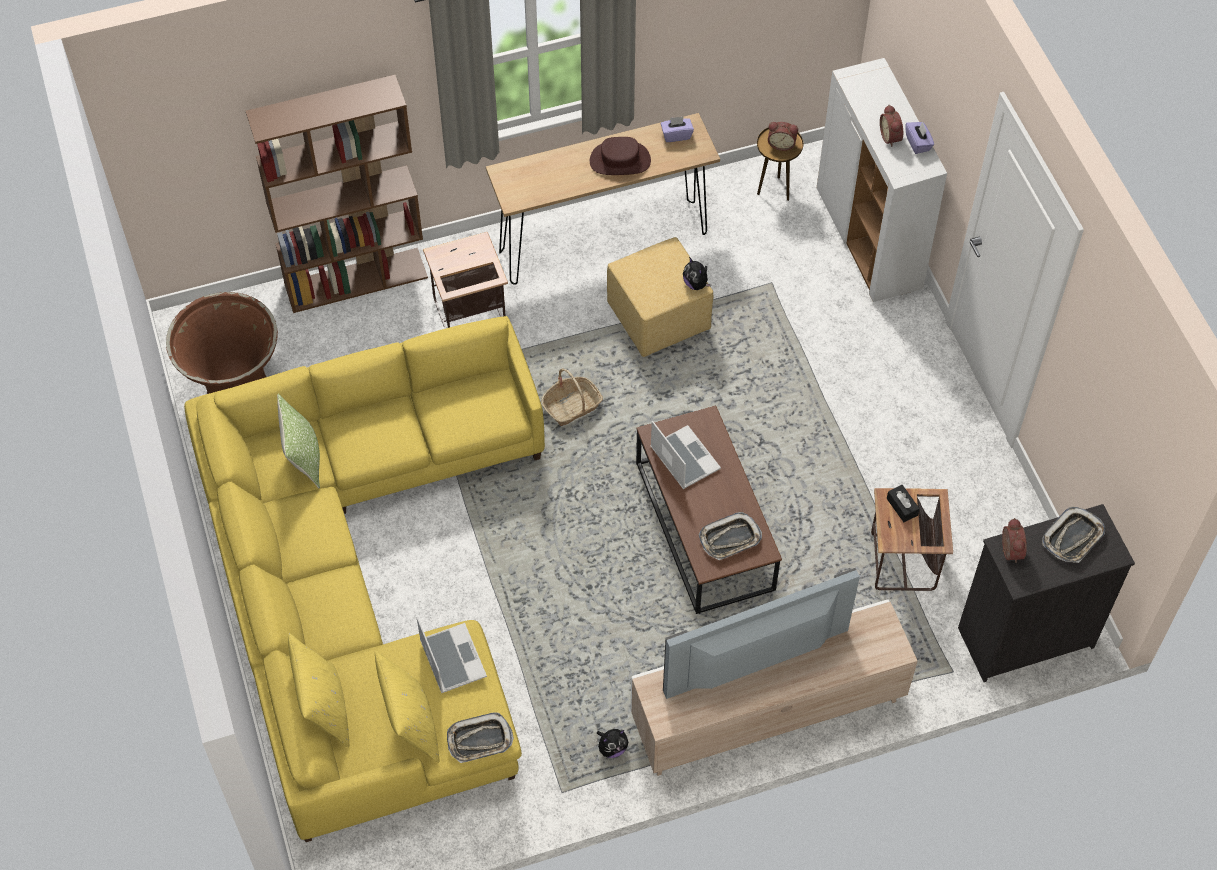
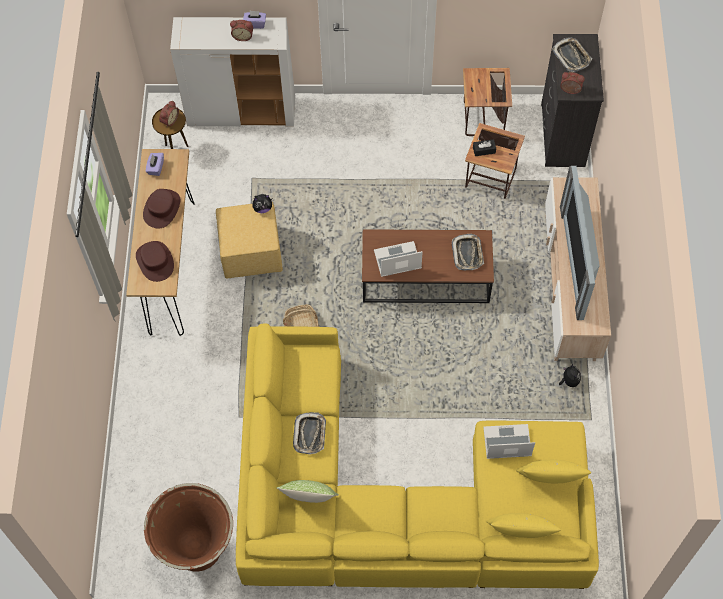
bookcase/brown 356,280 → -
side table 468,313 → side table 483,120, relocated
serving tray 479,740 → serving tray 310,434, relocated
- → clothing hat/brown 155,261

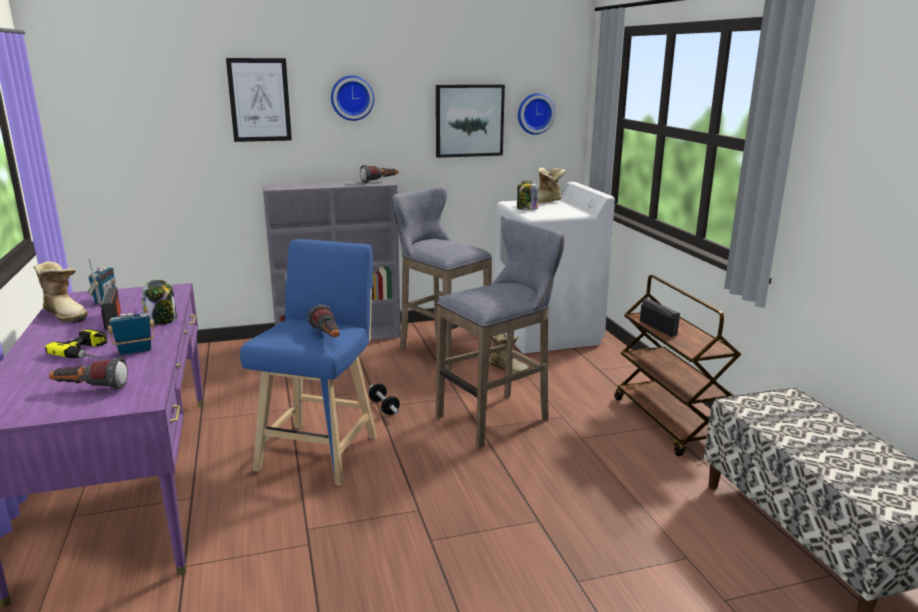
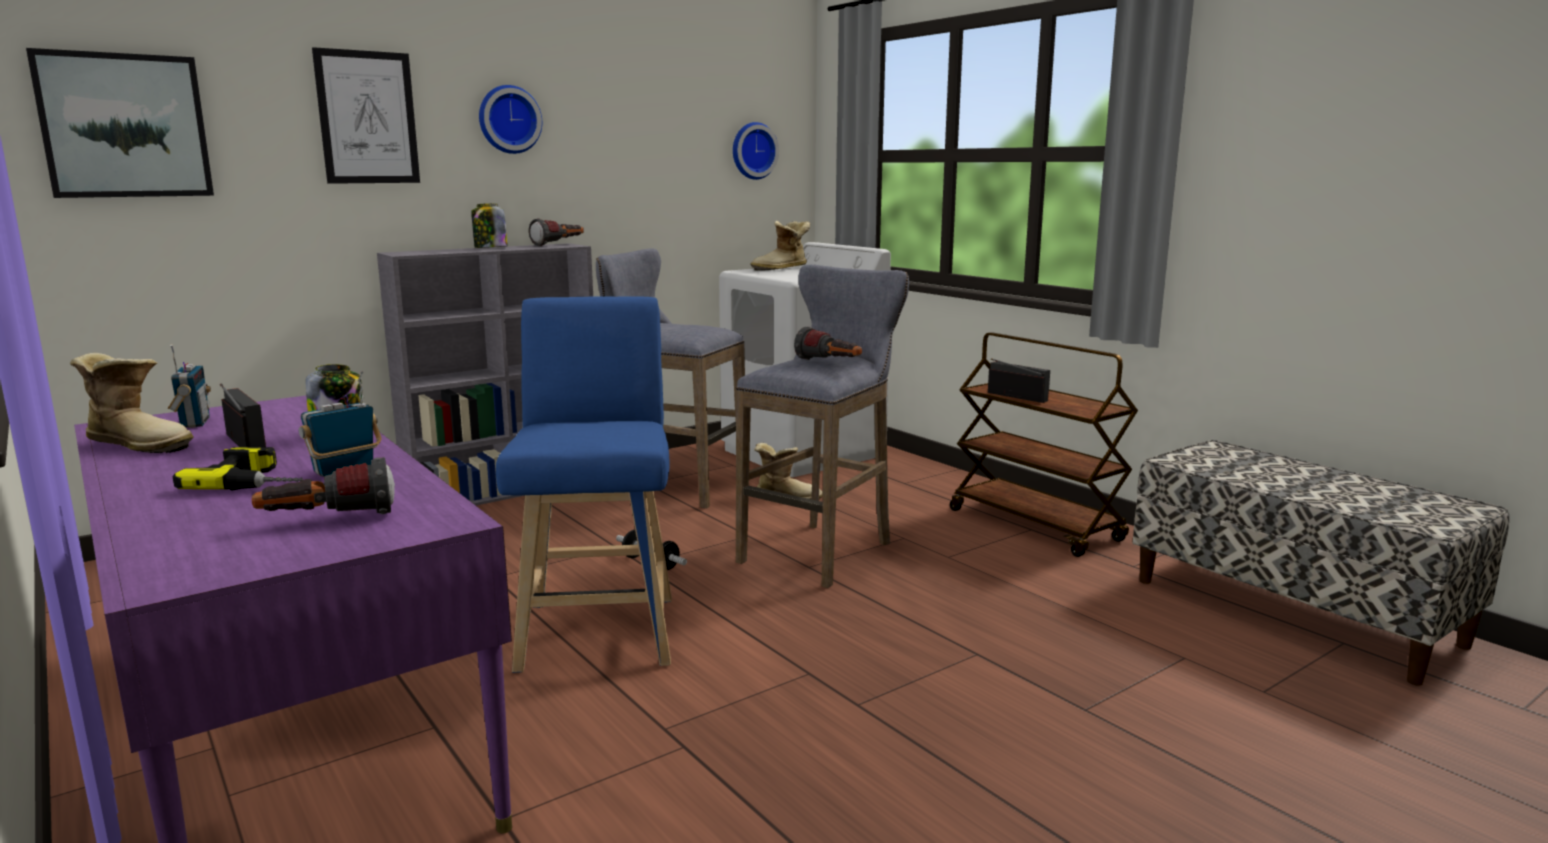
wall picture 469,120 → wall picture 124,126, relocated
jar 526,209 → jar 490,248, relocated
flashlight 328,337 → flashlight 830,363, relocated

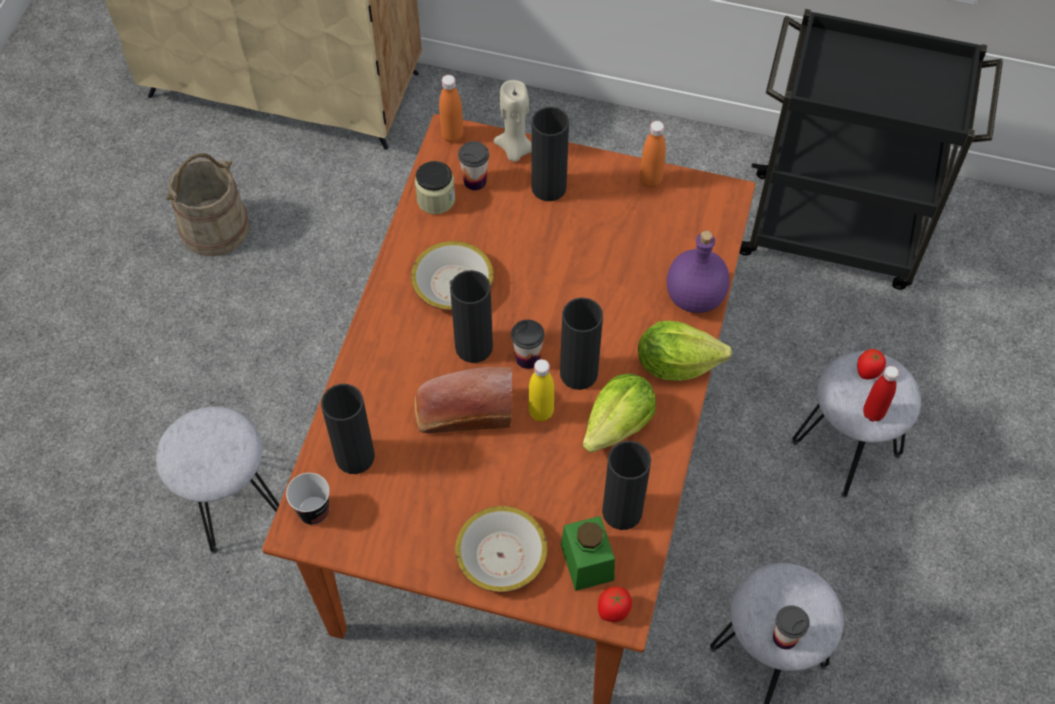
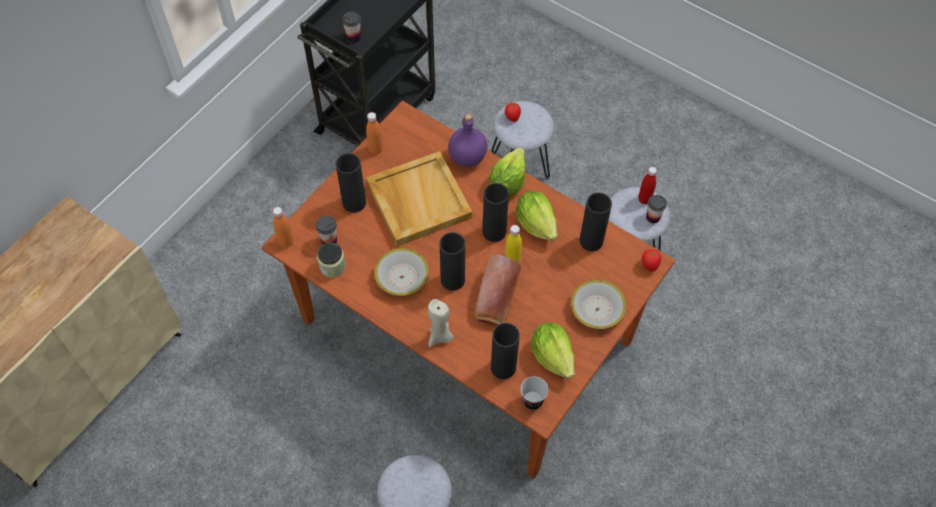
candle/sand-coloured 514,150 → candle/sand-coloured 440,337, relocated
water bucket/sand-coloured 214,227 → -
drinking cup 527,358 → drinking cup 353,37, relocated
bottle/red-coloured 873,413 → bottle/red-coloured 644,199, relocated
jar/greenish 587,562 → -
- → serving tray/sand-coloured 418,200
- → head of lettuce 552,356

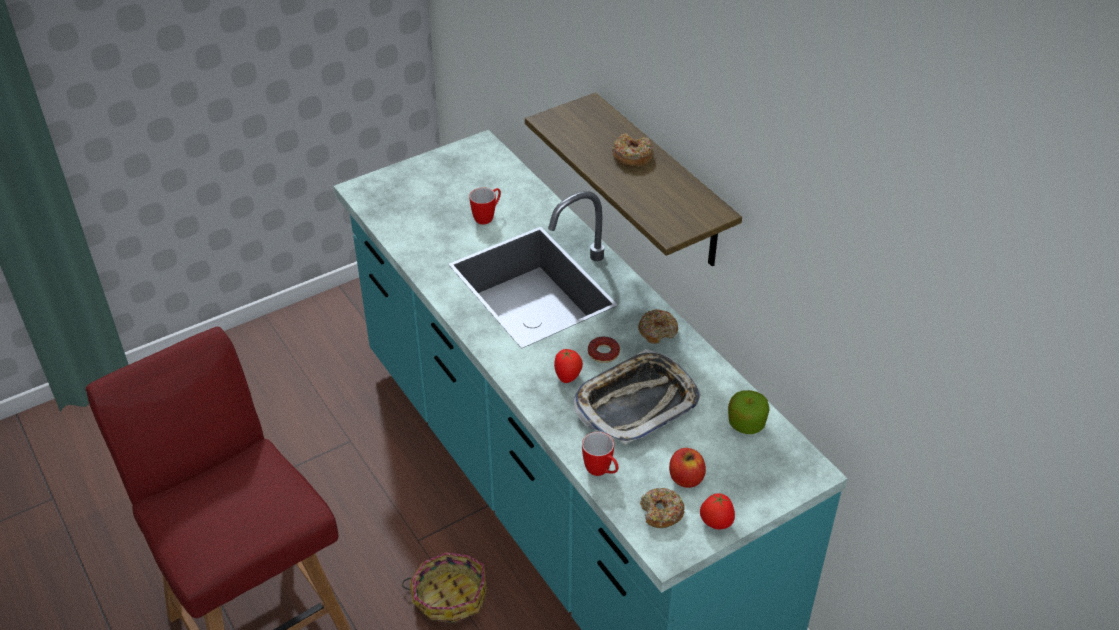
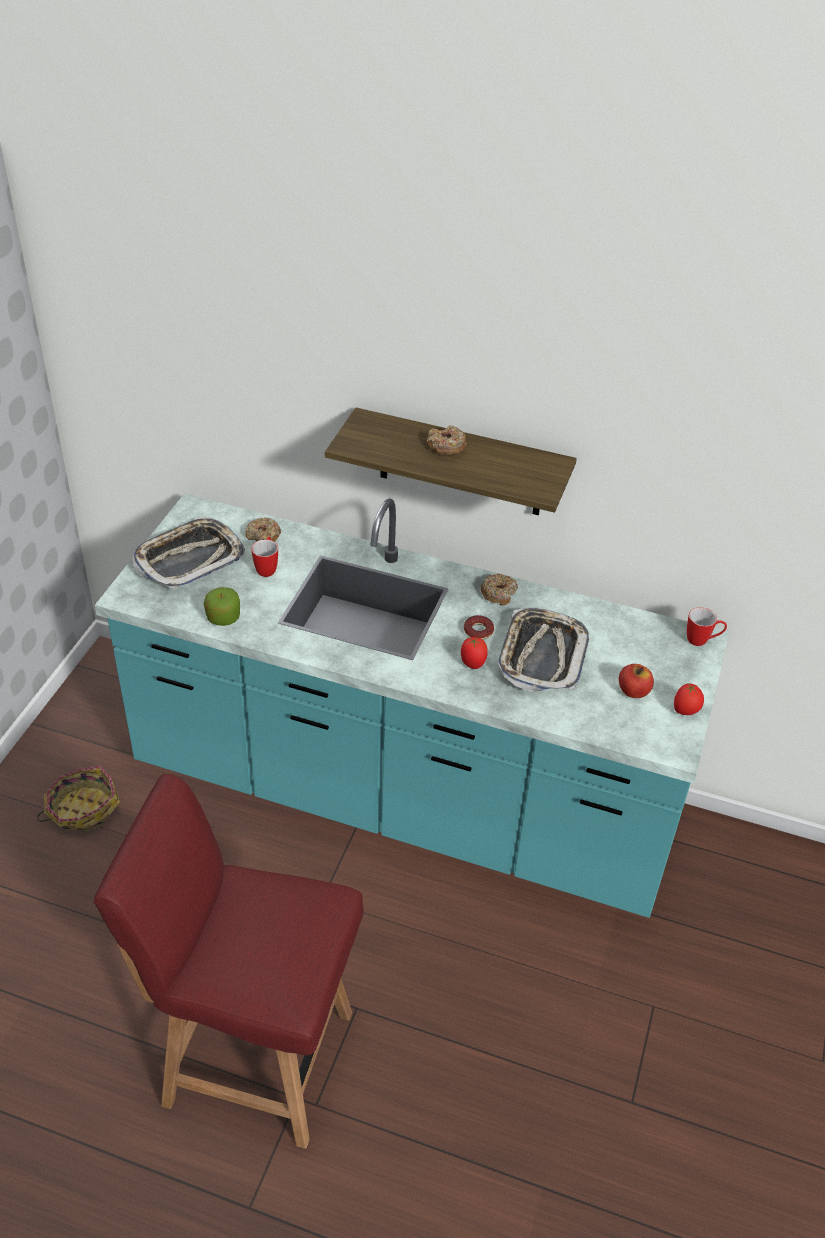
apple 746,423 → apple 223,618, relocated
mug 601,472 → mug 702,641, relocated
donut 661,513 → donut 263,536, relocated
basket 449,596 → basket 82,808, relocated
- → serving tray 189,559

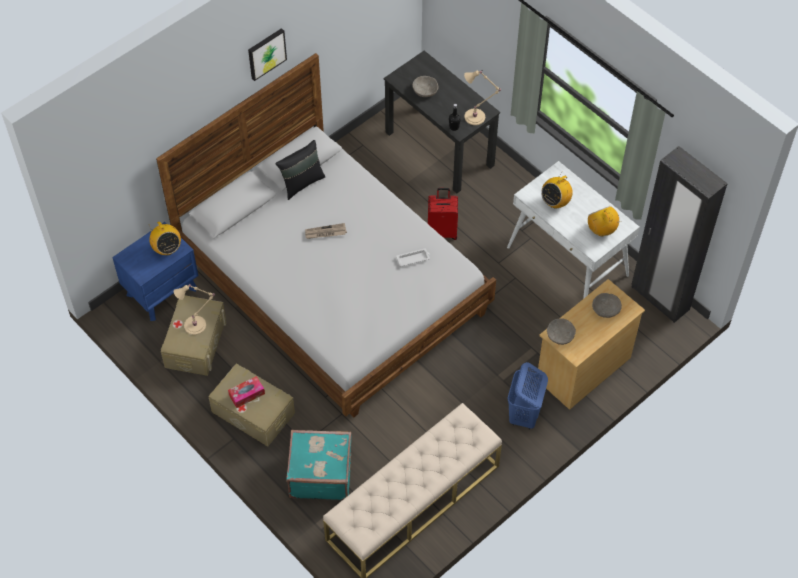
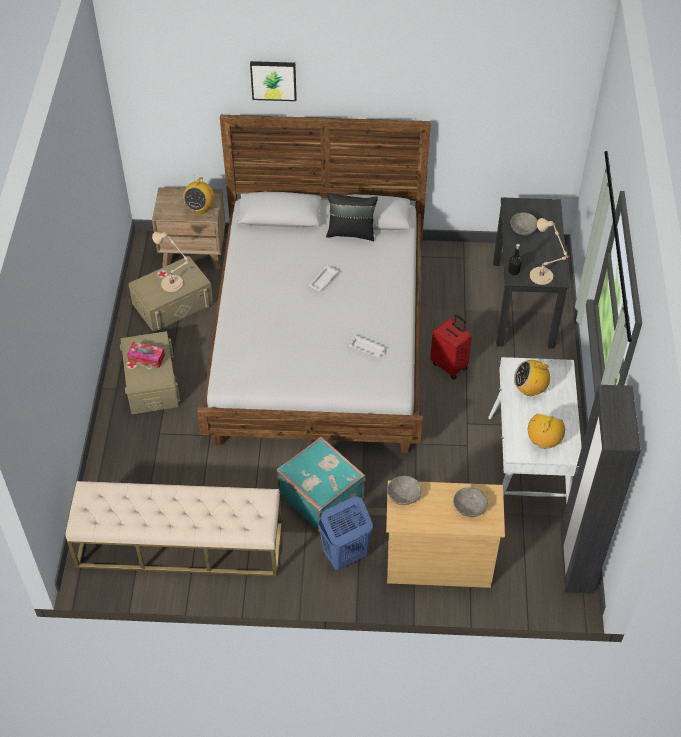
wall picture 266,53 → wall picture 273,80, relocated
nightstand/blue-coloured 162,291 → nightstand/brown 194,252
daily paper 325,232 → serving tray/white 323,280
suitcase/turquoise 320,474 → suitcase/turquoise 322,496, relocated

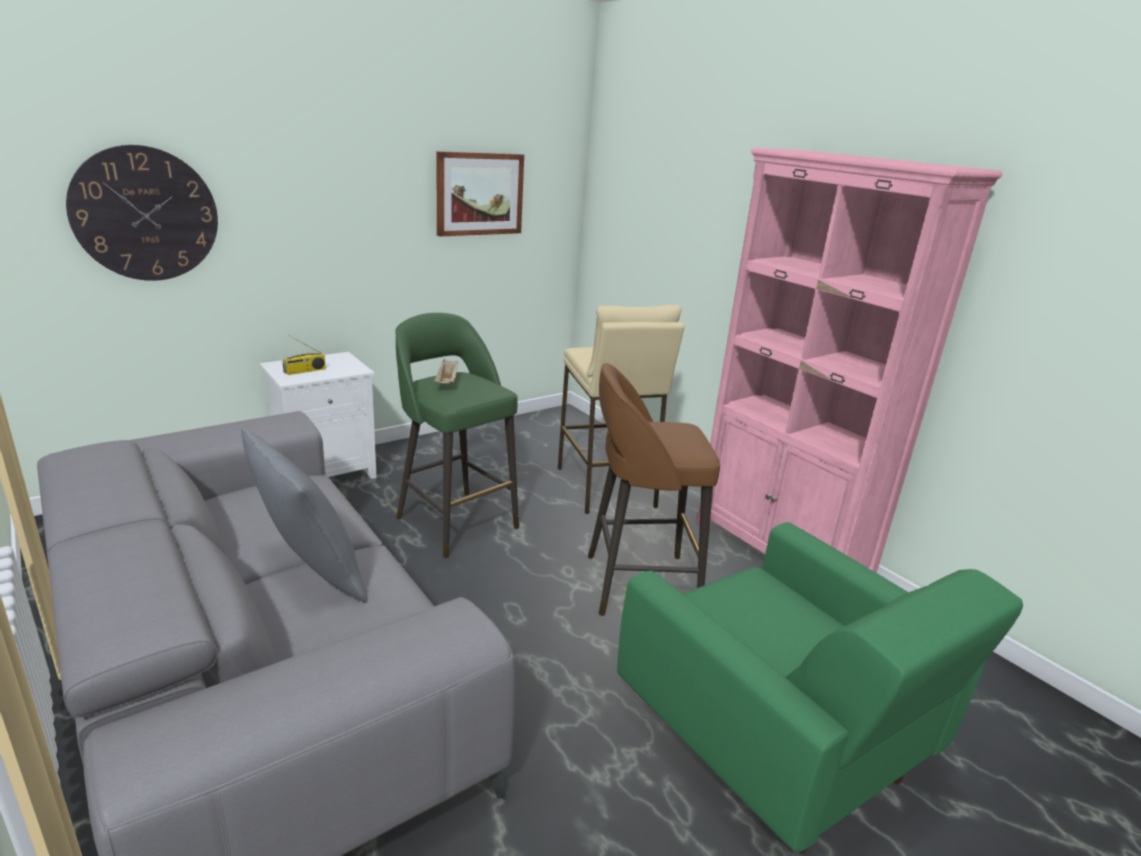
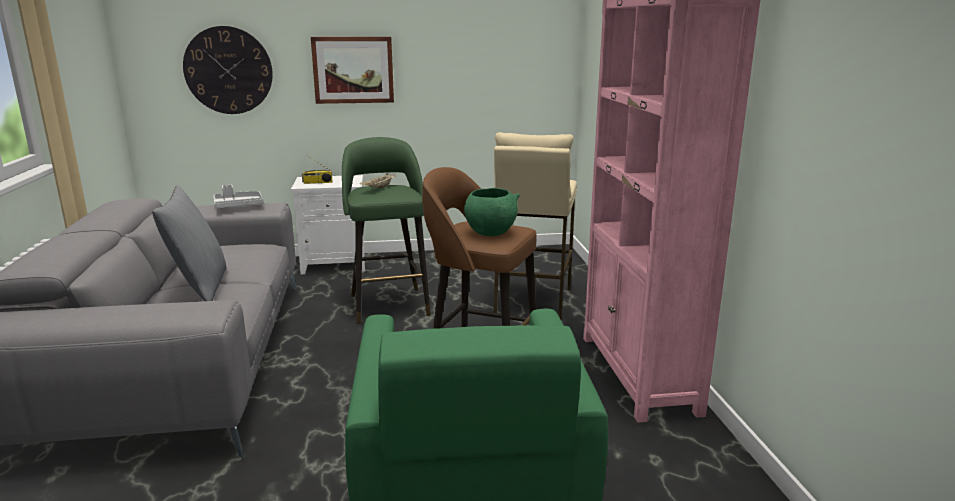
wall picture 479,194 → wall picture 353,70, relocated
- → serving tray/greyish 238,206
- → deep dish/greenish 490,232

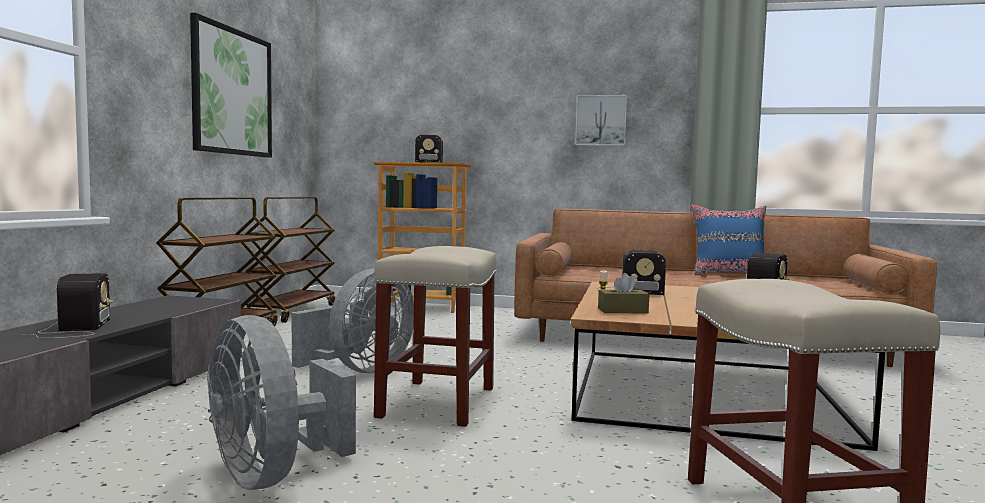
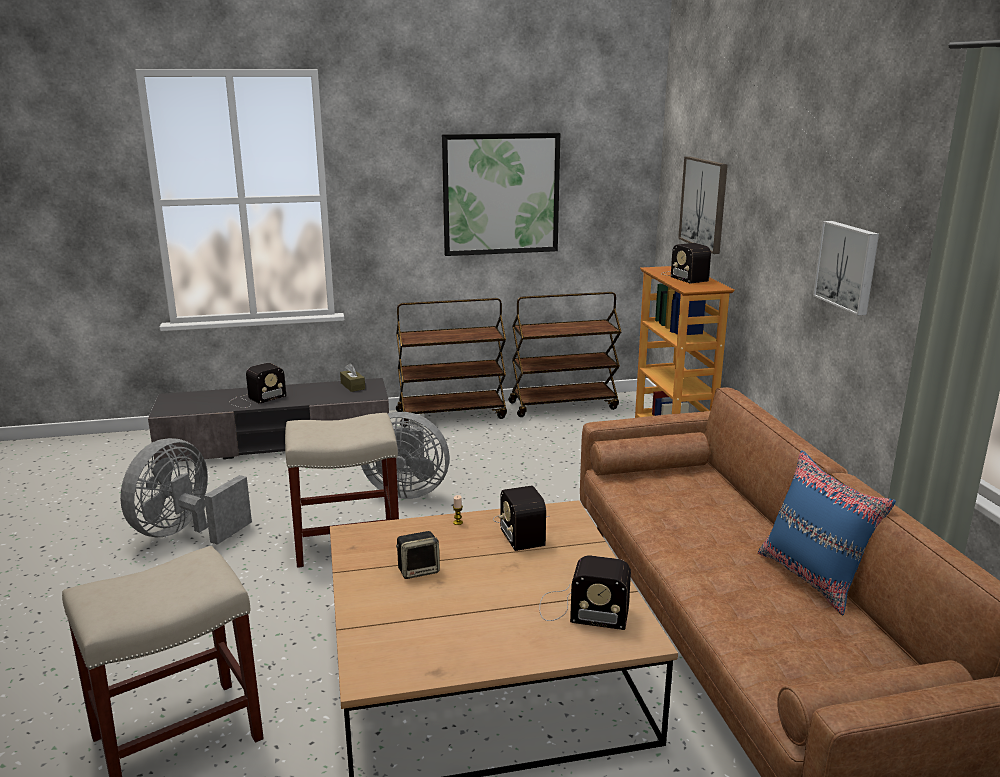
tissue box/brown 622,311 → tissue box/brown 352,386, relocated
- → wall picture 704,203
- → speaker 419,570

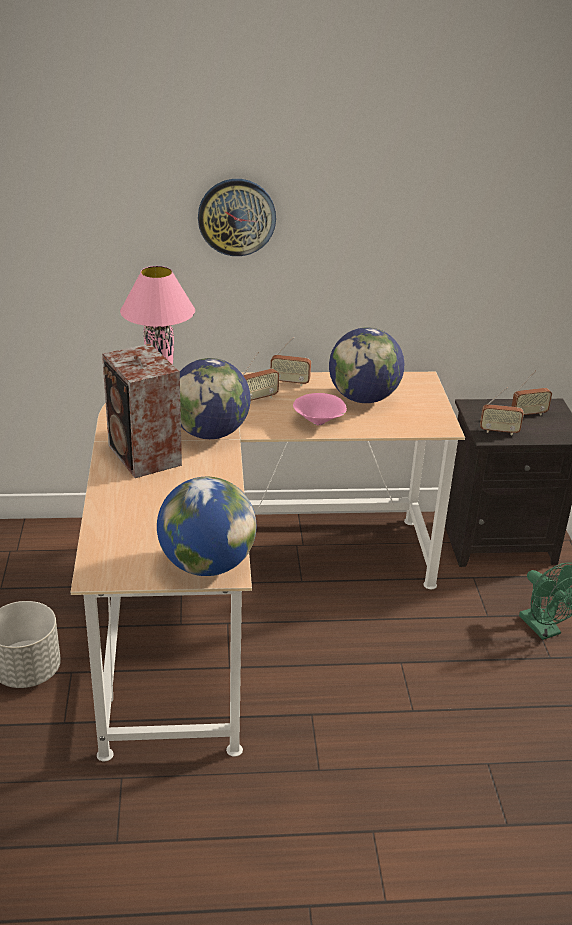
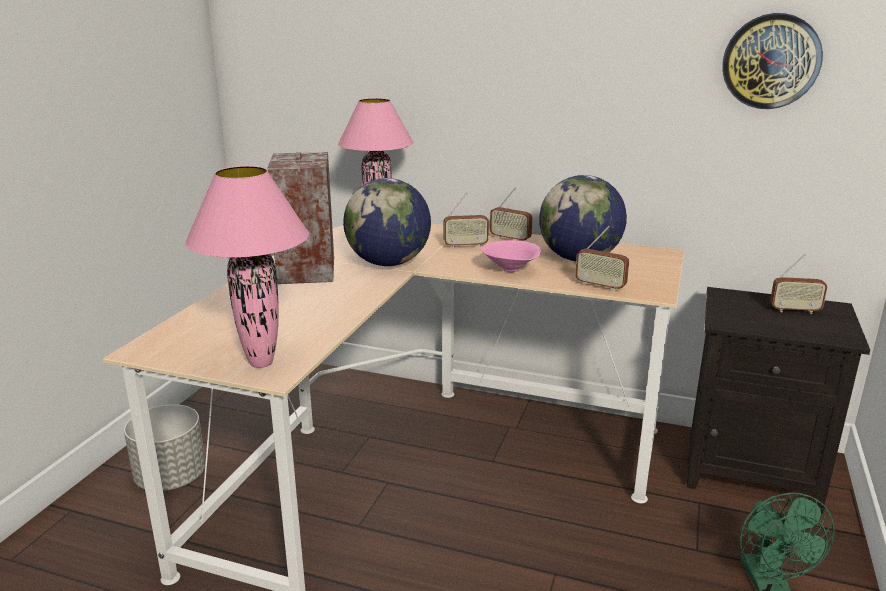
clock on the wall 236,217 → clock on the wall 771,61, relocated
radio 499,431 → radio 600,286, relocated
world globe 206,565 → lamp for a table/pink 260,362

